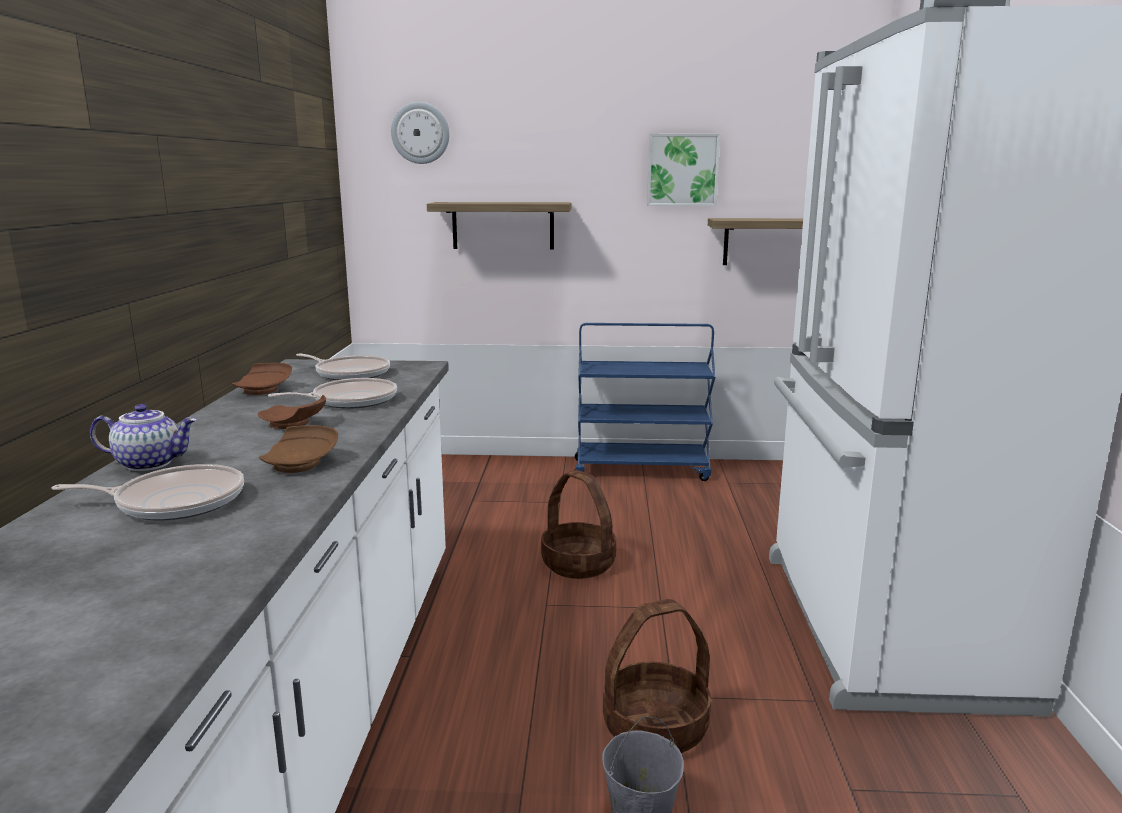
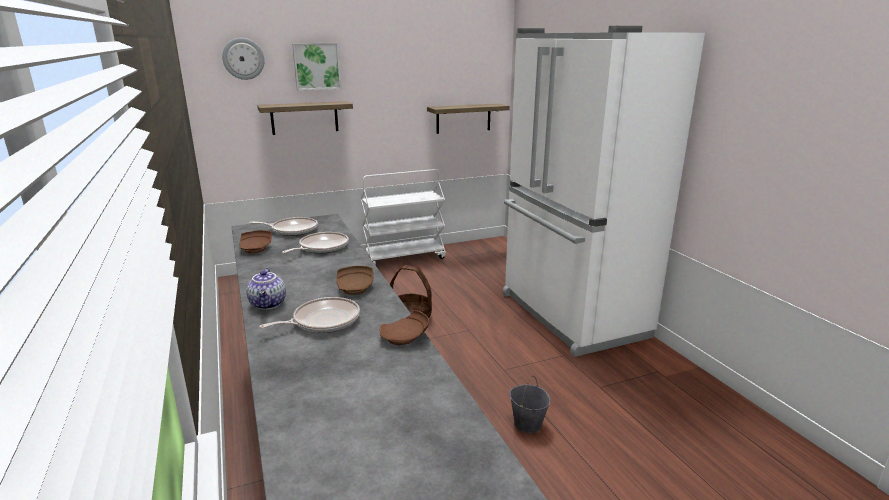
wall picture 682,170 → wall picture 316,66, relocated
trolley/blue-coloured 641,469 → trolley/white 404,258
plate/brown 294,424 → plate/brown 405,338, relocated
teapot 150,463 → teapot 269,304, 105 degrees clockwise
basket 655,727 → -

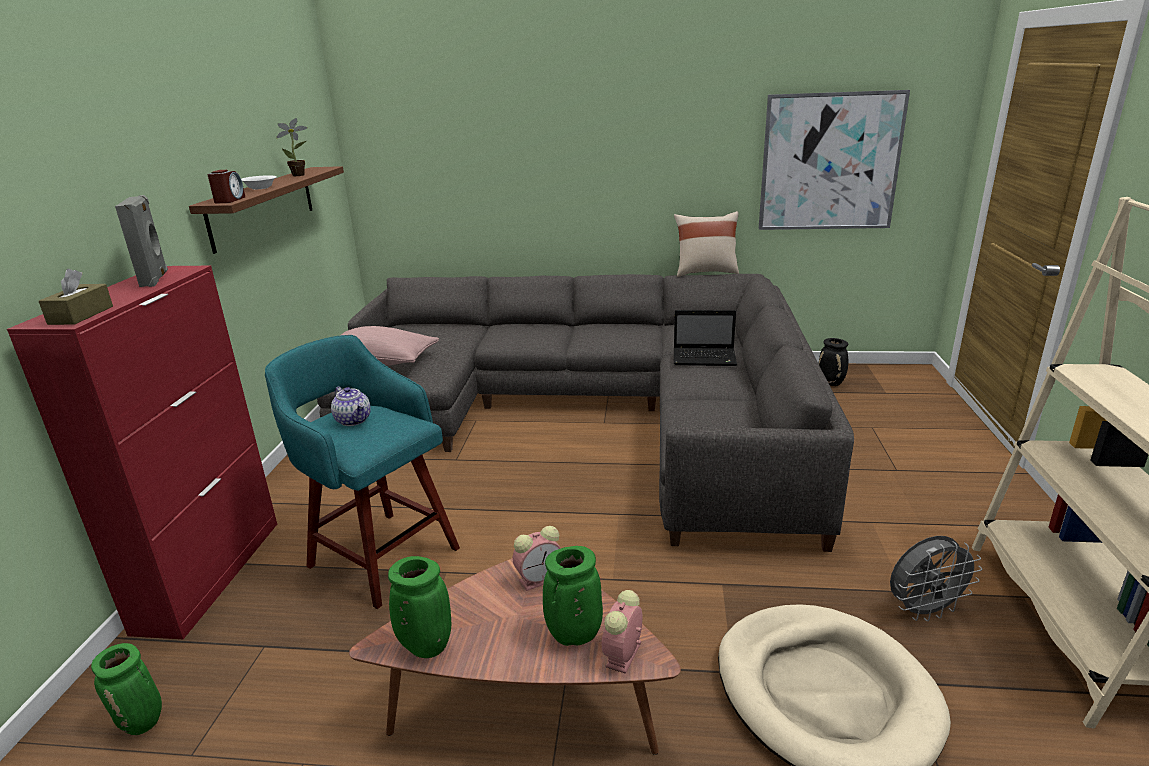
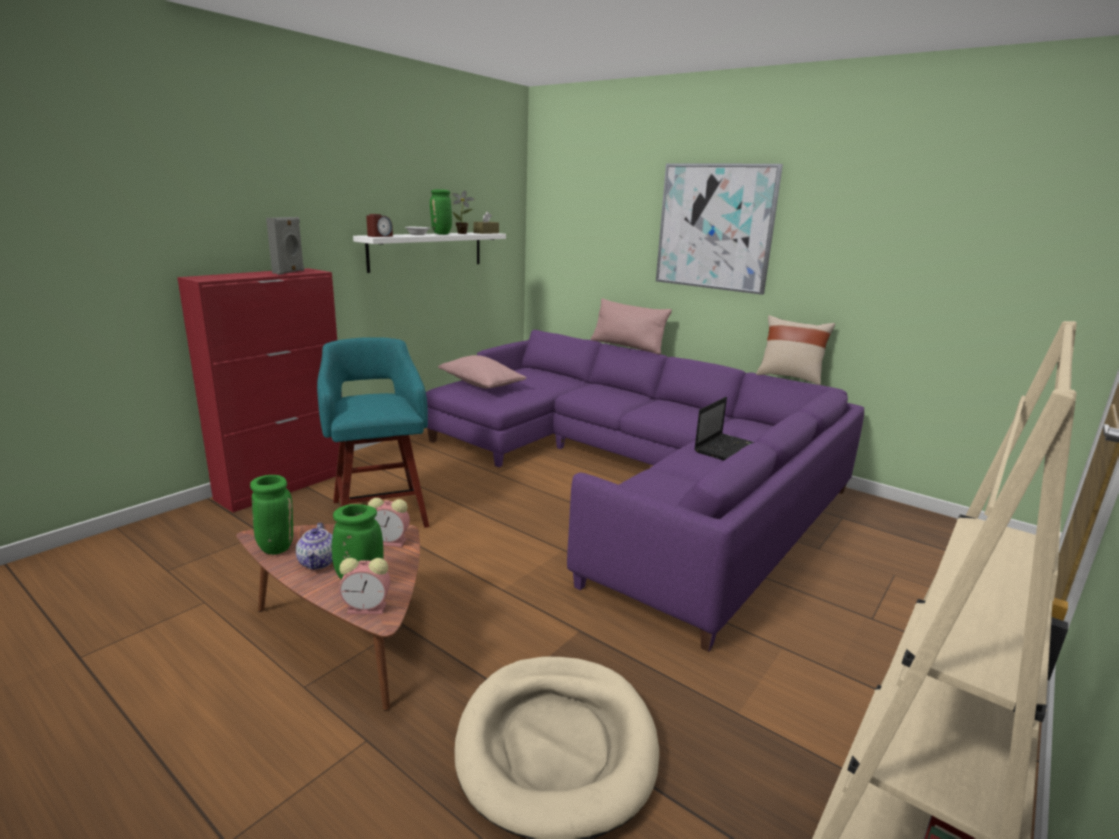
wall picture 829,162 → wall picture 715,227, relocated
bracket shelf/brown 263,206 → bracket shelf/white 427,251
tissue box/brown 81,315 → tissue box/brown 486,233, relocated
settee/greyish 594,413 → settee/purple 635,477
laptop 705,358 → laptop 725,448, 90 degrees counterclockwise
vase/blackish 831,383 → -
teapot 354,420 → teapot 318,562, relocated
cooling fan/greyish 924,610 → -
alarm clock 623,657 → alarm clock 368,608, 150 degrees counterclockwise
vase/greenish 143,723 → vase/greenish 442,234, relocated
- → pillow/pink 627,346

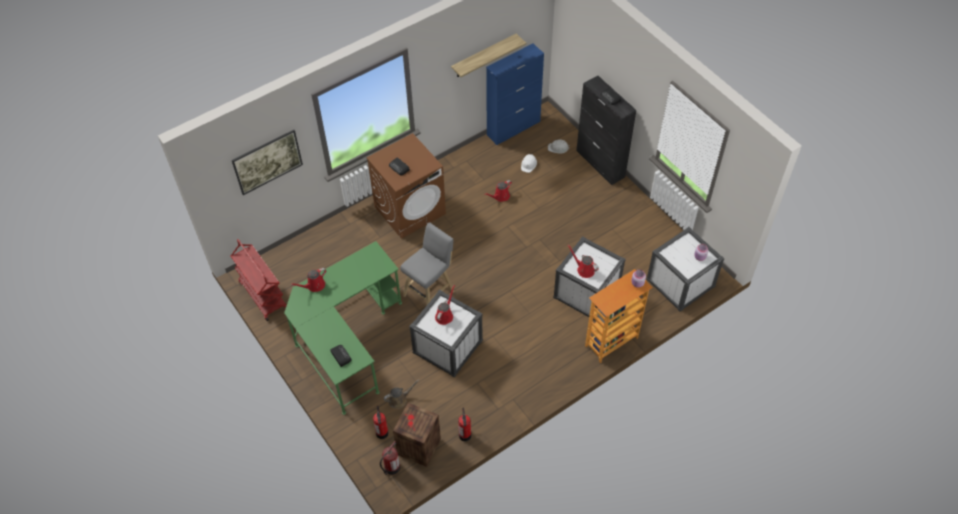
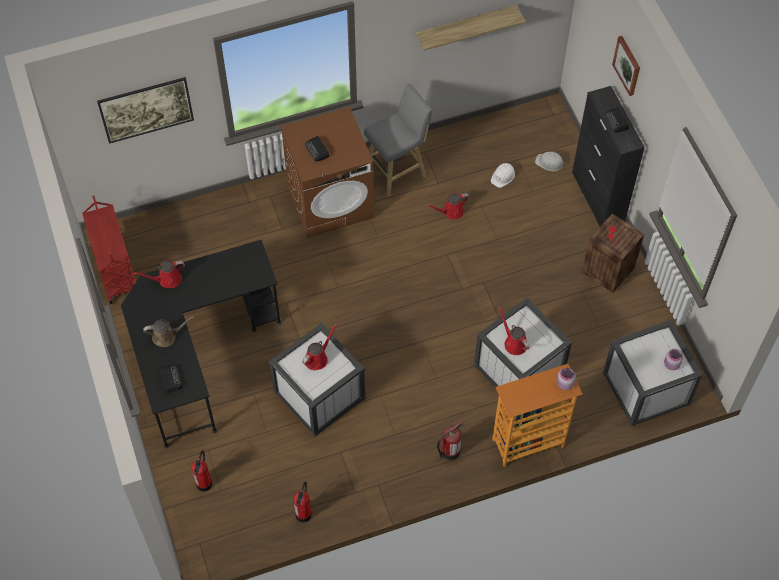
storage cabinet/blue-coloured 514,128 → -
stool seat/greyish 430,292 → stool seat/greyish 397,170, relocated
desk unit/greenish 345,340 → desk unit/blackish 197,353
sprinkling can/brown 399,399 → sprinkling can/brown 166,336, relocated
packing crate 418,447 → packing crate 607,270, relocated
extinguisher 391,468 → extinguisher 449,451, relocated
- → wall picture 627,65

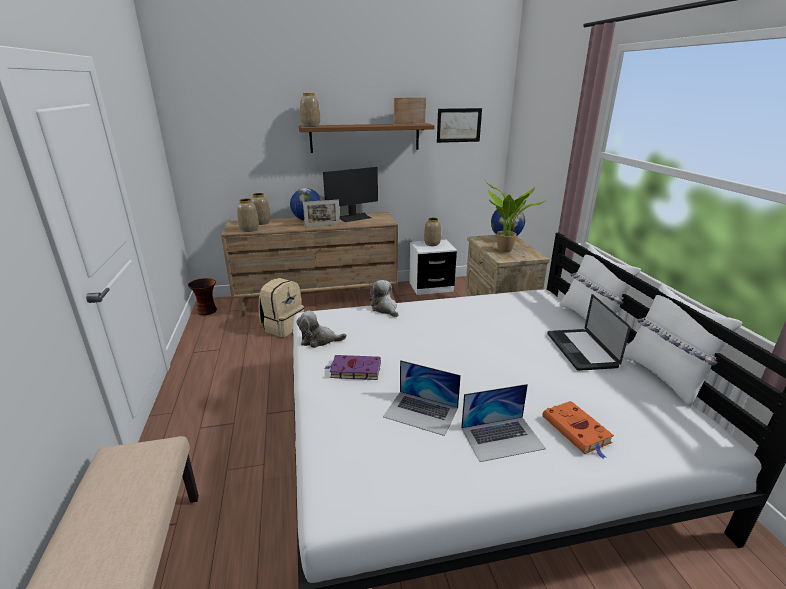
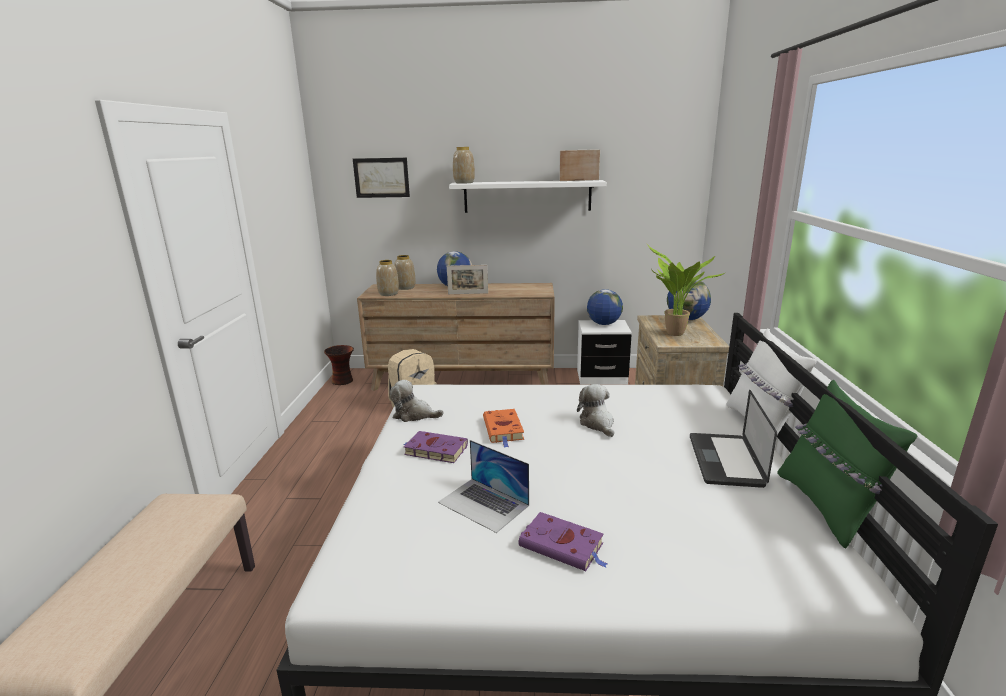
wall picture 459,125 → wall picture 381,177, relocated
bracket shelf/brown 365,137 → bracket shelf/white 527,196
computer screen 354,217 → -
vase 432,244 → world globe 603,324
soft toy 385,309 → soft toy 597,423, relocated
pillow/white 663,377 → pillow/greenish 827,507
laptop 502,438 → book/purple 563,546
book/orange-coloured 577,431 → book/orange-coloured 503,430, relocated

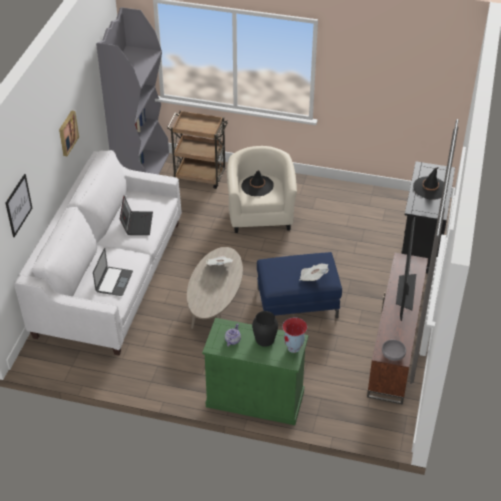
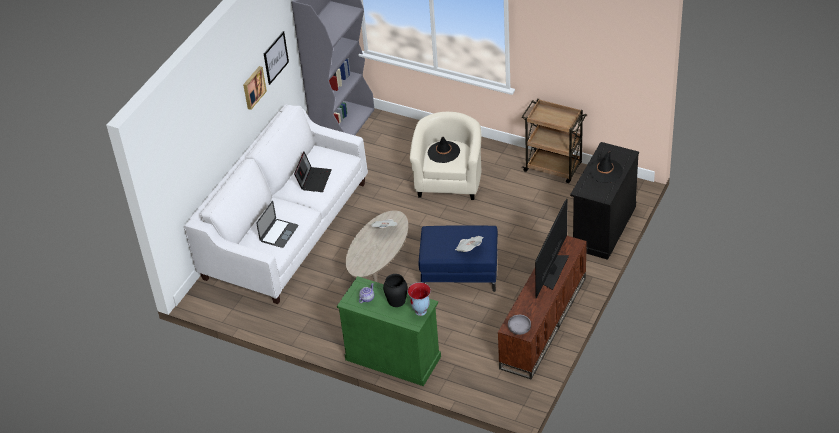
trolley/brown 200,176 → trolley/brown 554,168, relocated
wall picture 18,205 → wall picture 275,57, relocated

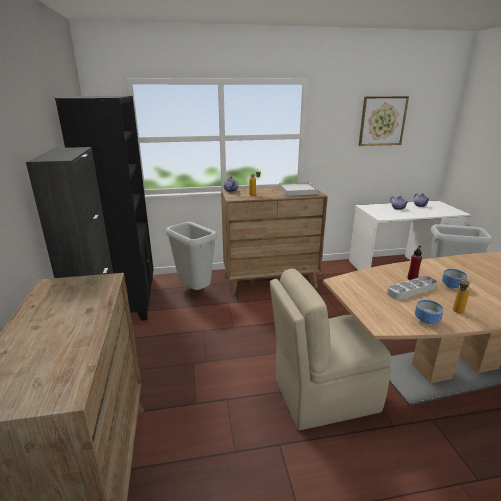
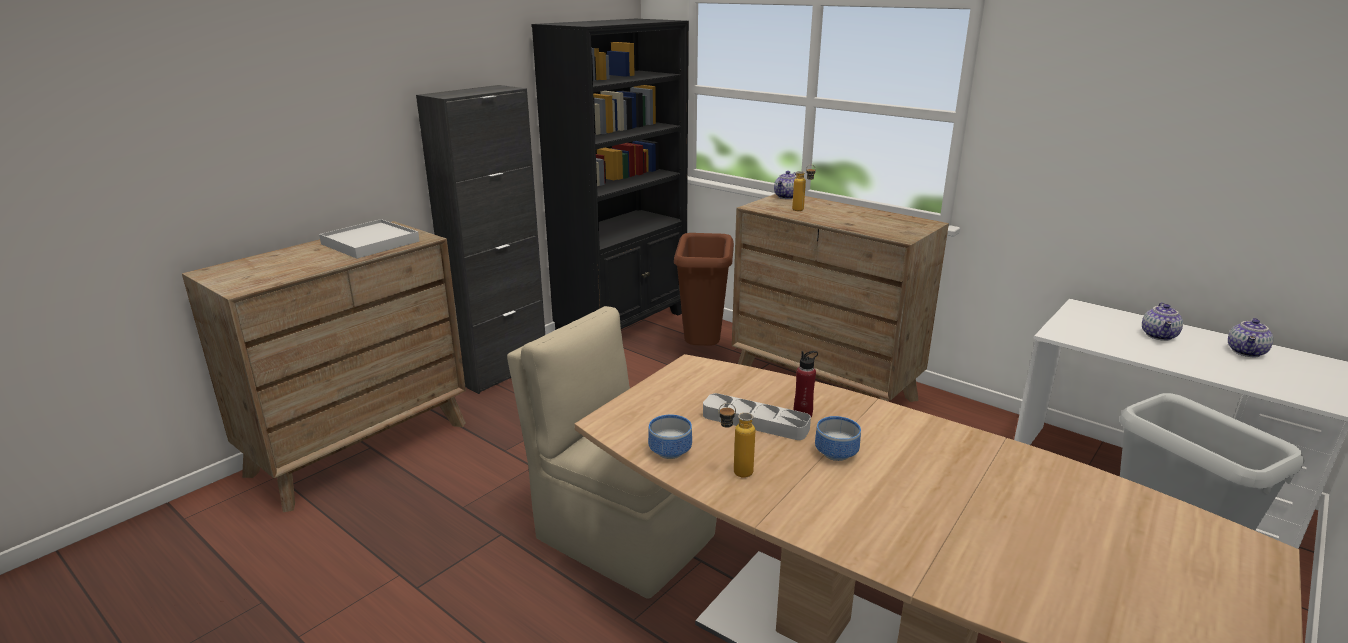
wall picture 382,121 → -
serving tray/white 297,191 → serving tray/white 370,243, relocated
trash can/greyish 195,291 → trash can/brown 703,350

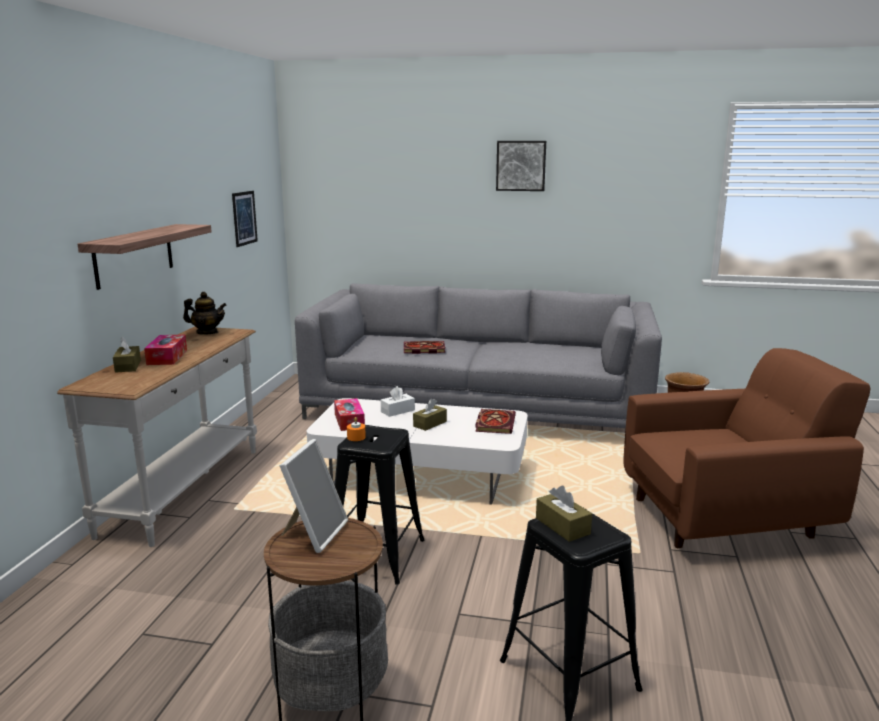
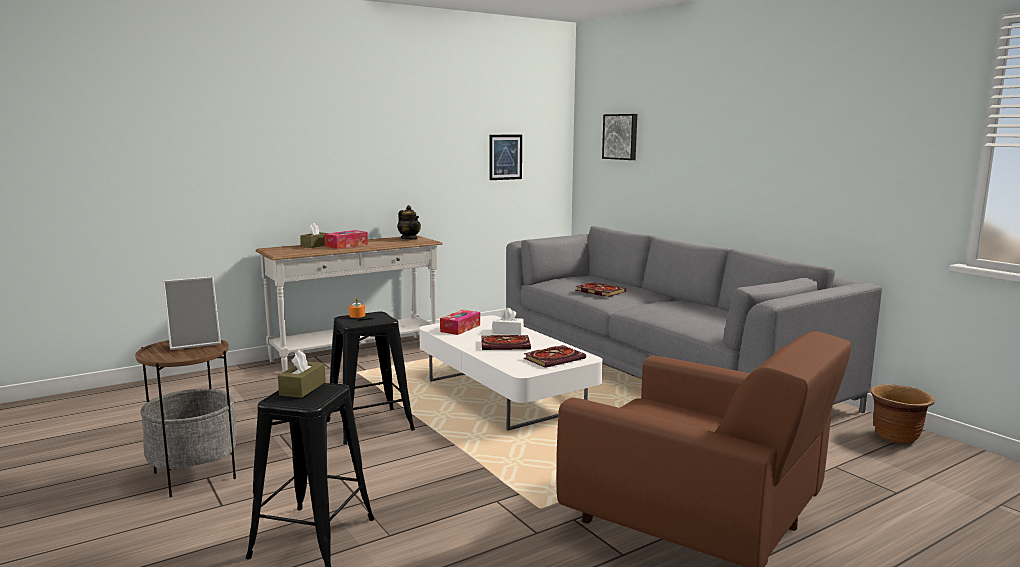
wall picture 521,165 → wall picture 621,136, relocated
bracket shelf 134,255 → -
tissue box/brown 430,424 → book 506,345

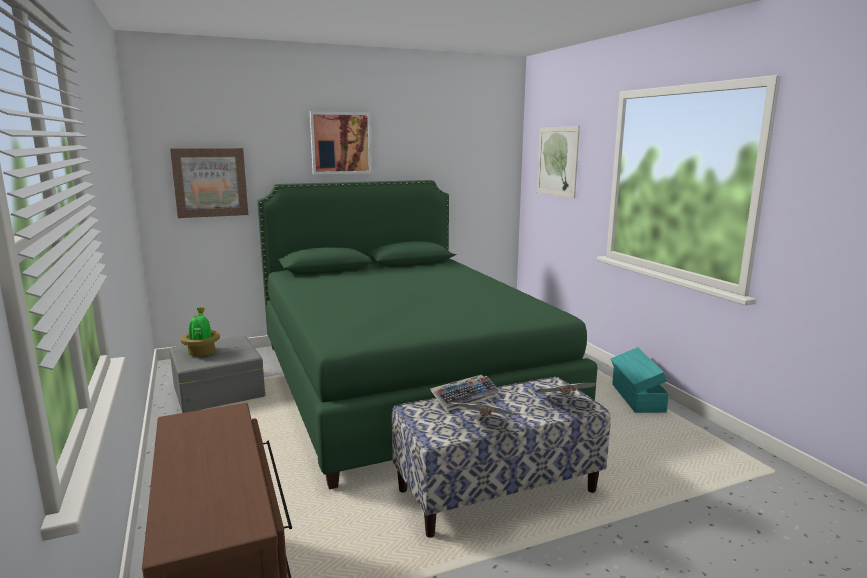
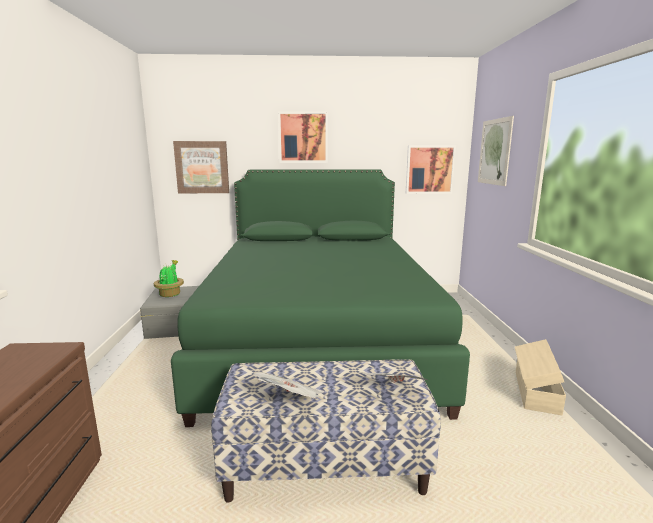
storage bin/turquoise 637,398 → storage bin/sand-coloured 535,393
computer keyboard 465,397 → -
- → wall picture 429,169

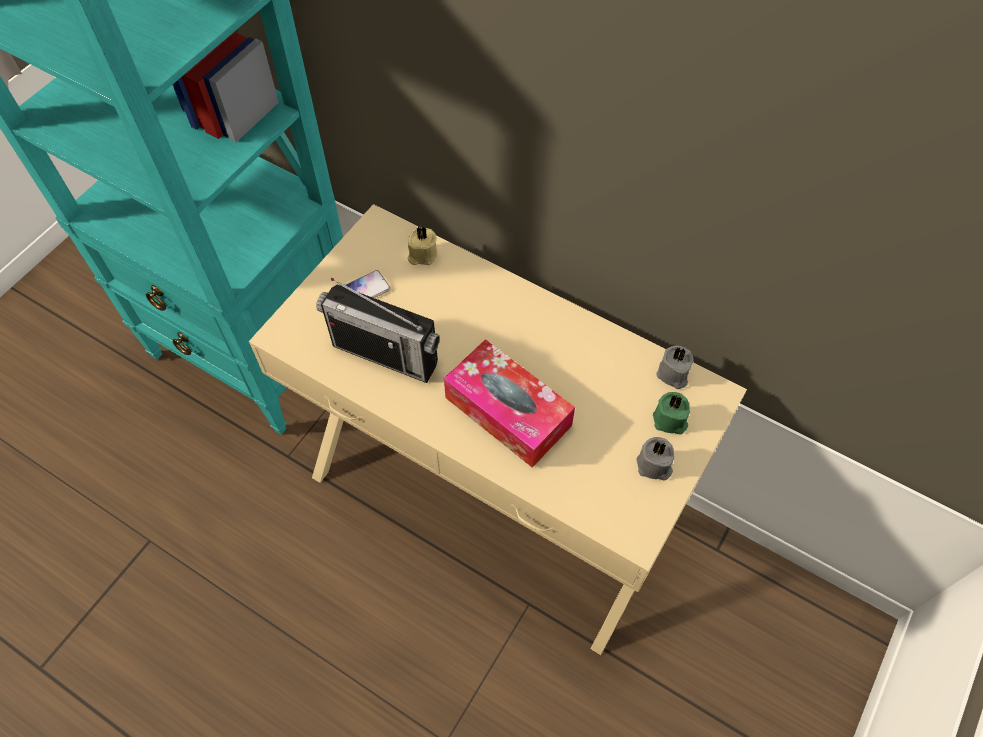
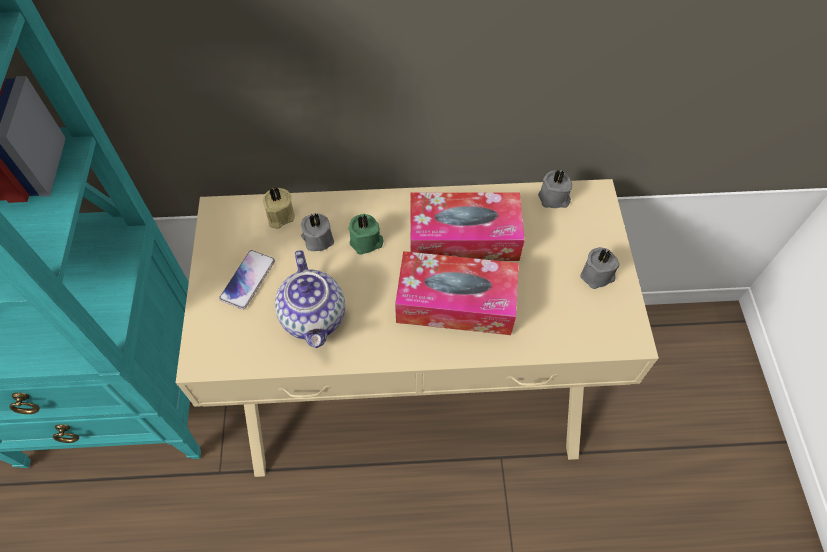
radio 385,354 → teapot 315,317
candle/greenish 670,421 → candle/greenish 366,242, relocated
- → tissue box 463,237
- → candle/greyish 317,239

